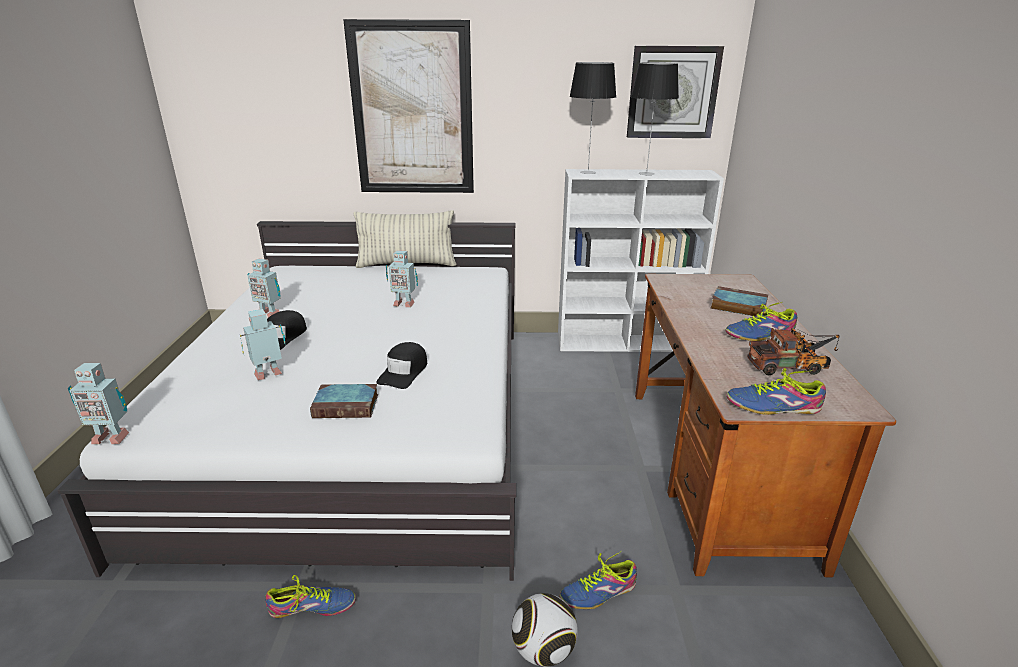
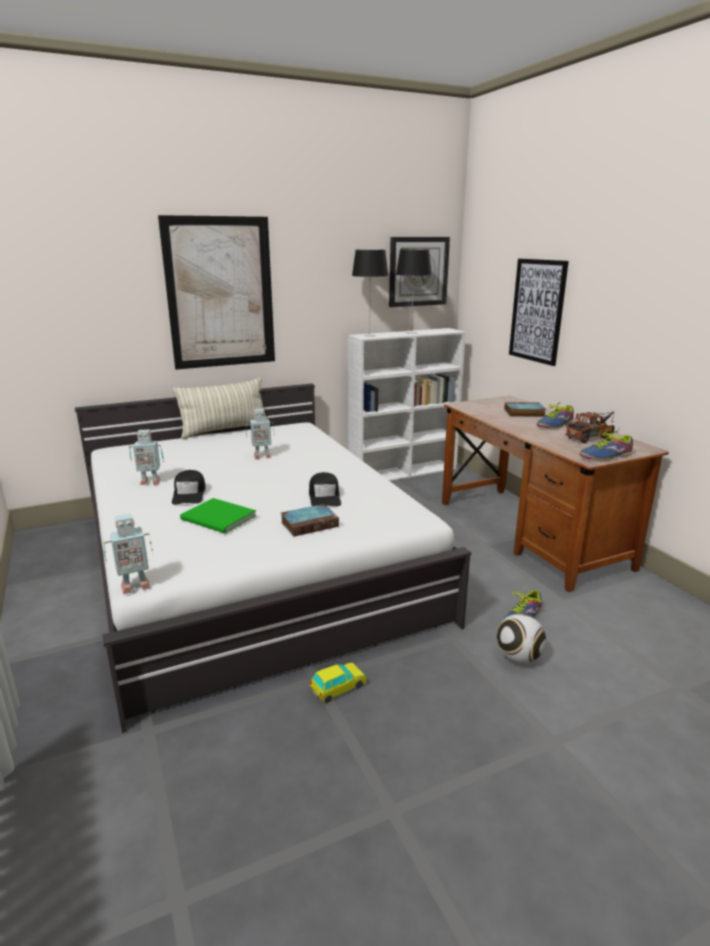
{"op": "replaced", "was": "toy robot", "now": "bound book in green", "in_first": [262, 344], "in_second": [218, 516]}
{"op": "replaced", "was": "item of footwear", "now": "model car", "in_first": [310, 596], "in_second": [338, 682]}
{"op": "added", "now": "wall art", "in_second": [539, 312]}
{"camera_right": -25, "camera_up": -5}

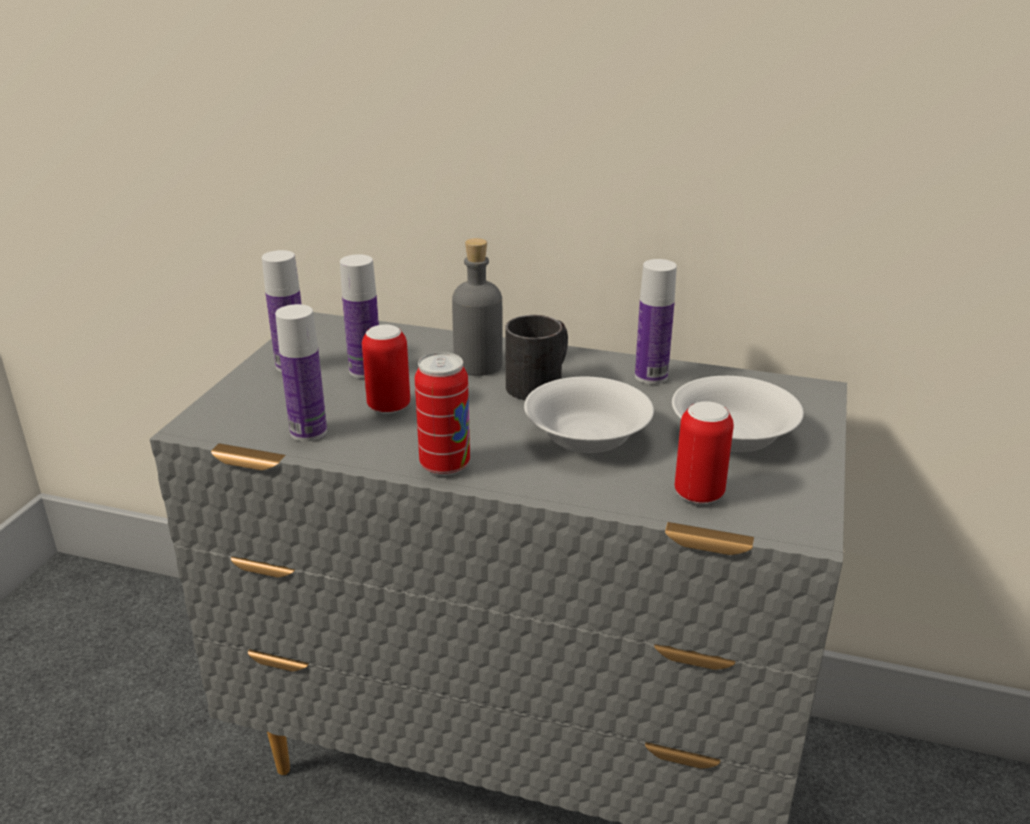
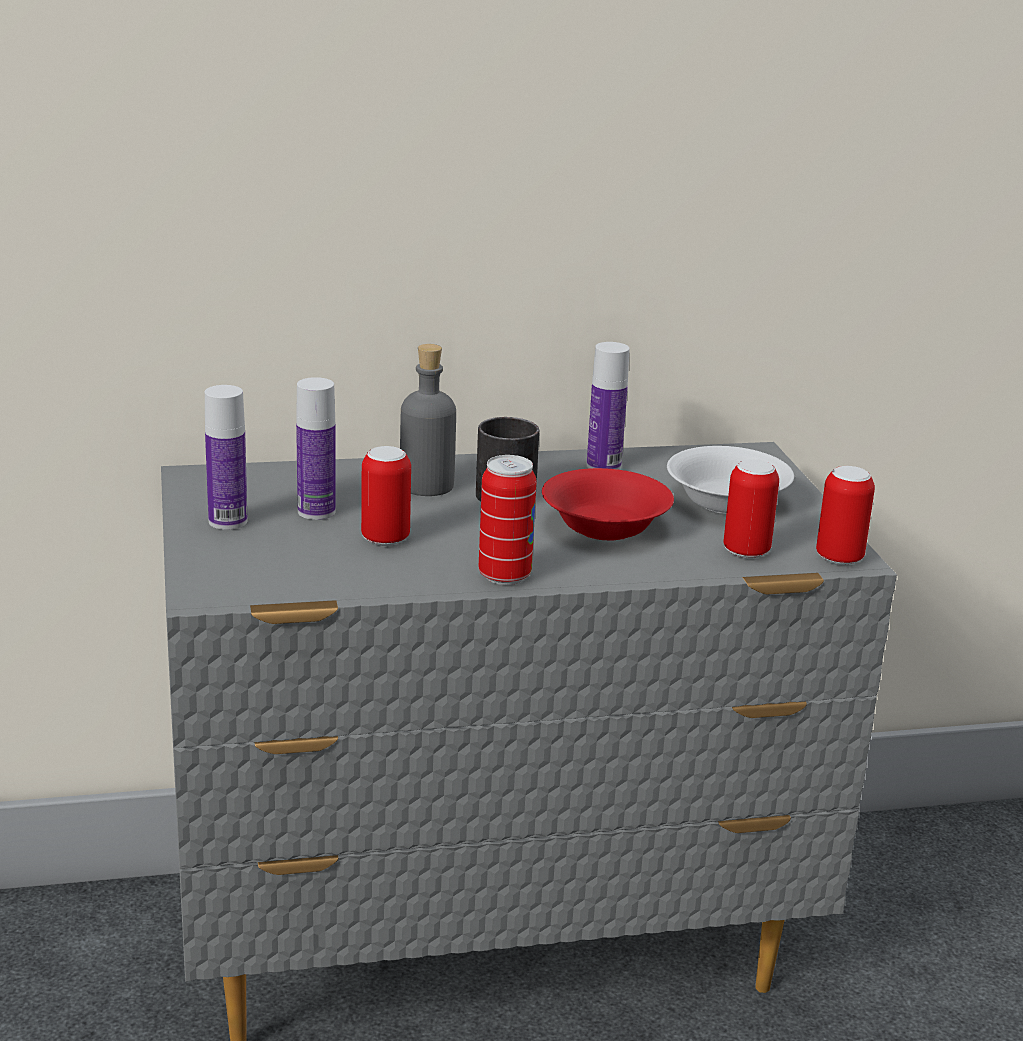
{"op": "removed", "was": "drink bottle", "in_first": [301, 373]}
{"op": "recoloured", "was": "bowl in white-coloured", "now": "bowl in red", "in_first": [589, 415], "in_second": [608, 504]}
{"op": "added", "now": "metal can", "in_second": [845, 515]}
{"camera_right": -30, "camera_up": -5}

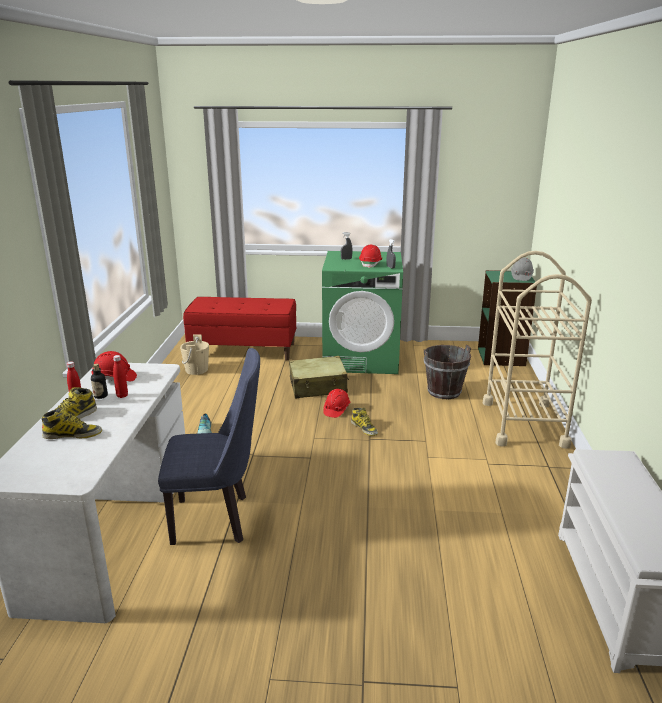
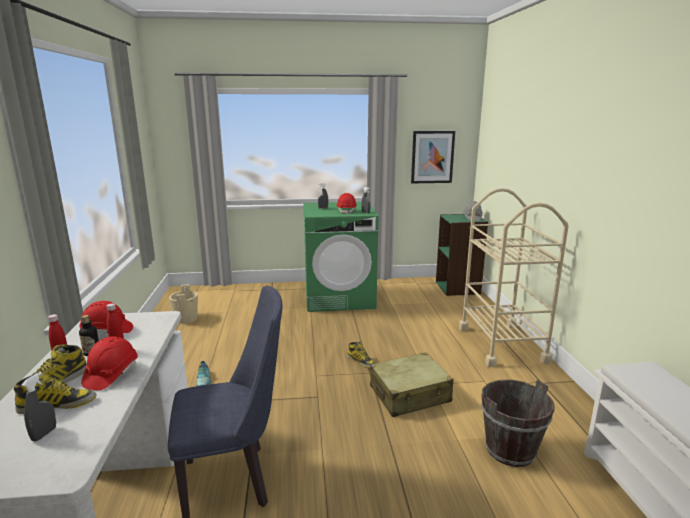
{"op": "removed", "was": "long seat in red", "in_first": [239, 328]}
{"op": "moved", "was": "suitcase in beige", "in_first": [319, 377], "in_second": [411, 384]}
{"op": "moved", "was": "safety helmet in red", "in_first": [336, 403], "in_second": [109, 363]}
{"op": "moved", "was": "water bucket in brown", "in_first": [447, 372], "in_second": [518, 423]}
{"op": "added", "now": "sprayer in greyish", "in_second": [39, 407]}
{"op": "added", "now": "wall art", "in_second": [433, 157]}
{"camera_right": -10, "camera_up": -5}

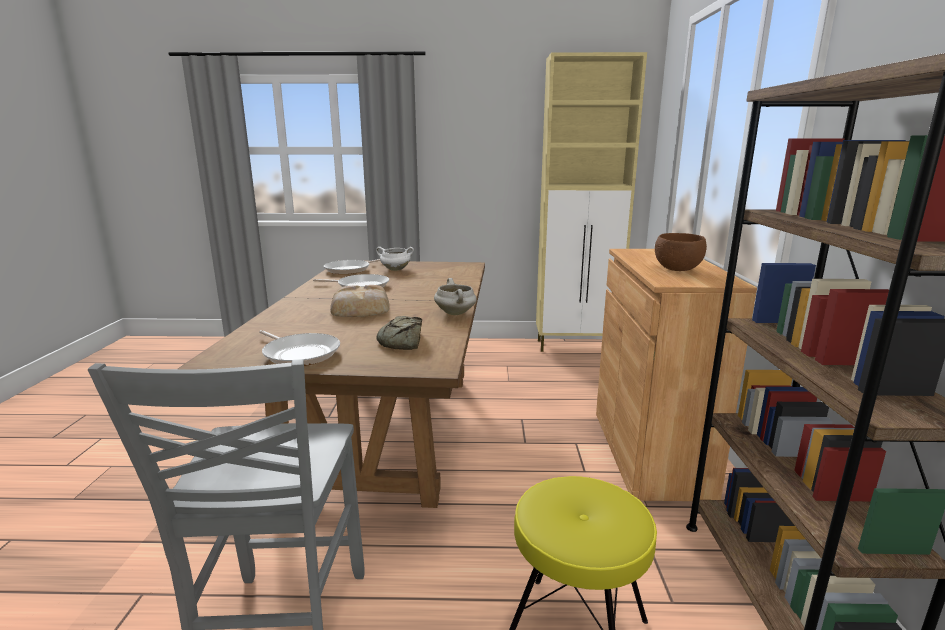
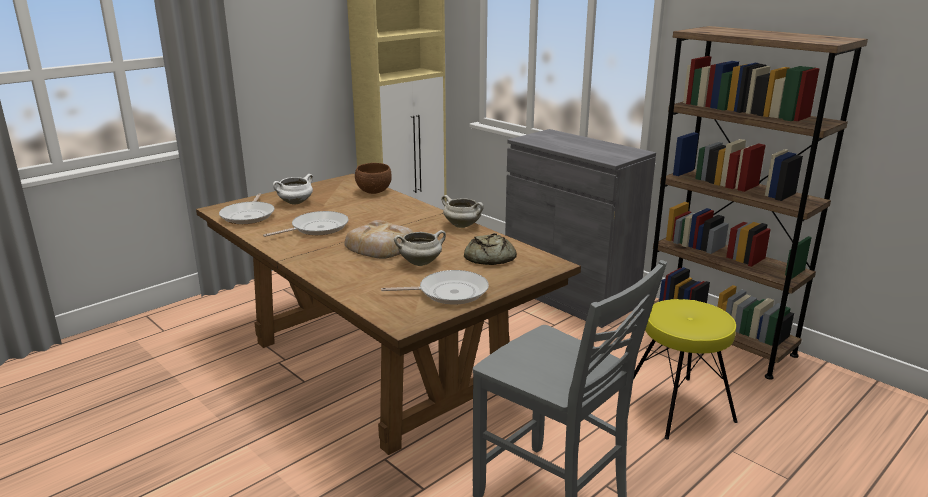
{"op": "recoloured", "was": "storage cabinet in brown", "now": "storage cabinet in greyish", "in_first": [676, 375], "in_second": [580, 228]}
{"op": "moved", "was": "bowl in brown", "in_first": [681, 252], "in_second": [373, 178]}
{"op": "added", "now": "saucepot in white-coloured", "in_second": [420, 248]}
{"camera_right": -45, "camera_up": 5}

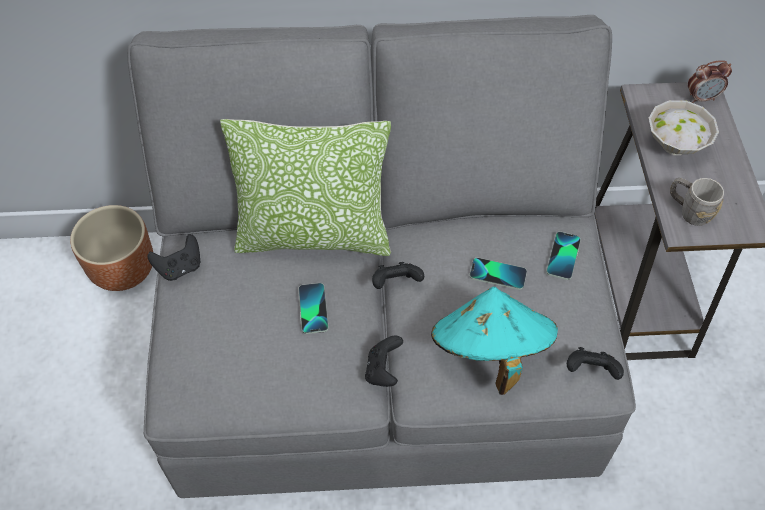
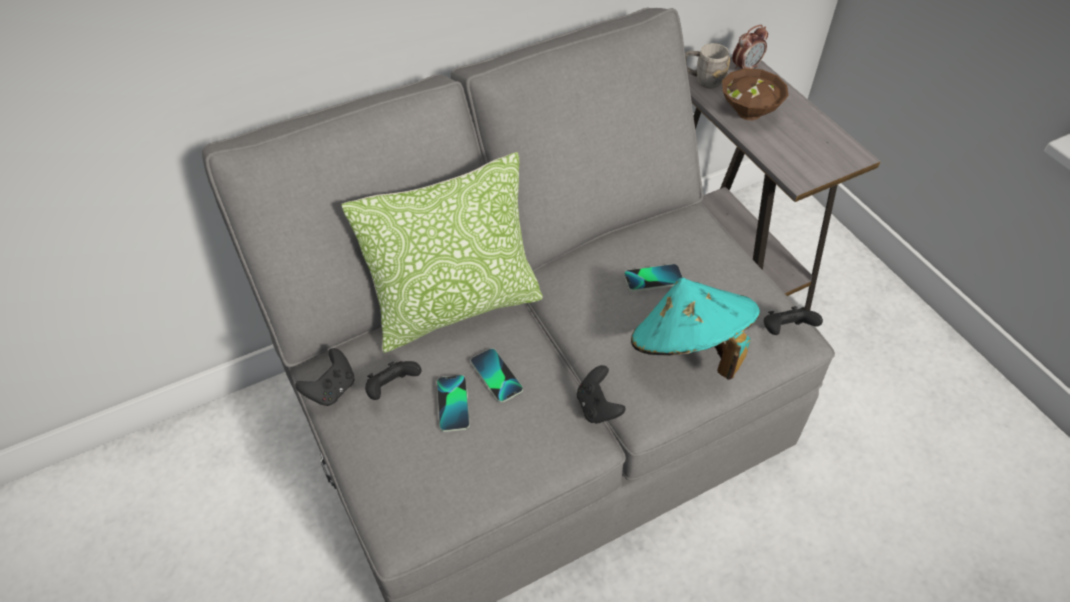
{"op": "removed", "was": "flower pot in brown", "in_first": [111, 248]}
{"op": "moved", "was": "joypad in black-coloured", "in_first": [398, 275], "in_second": [393, 380]}
{"op": "moved", "was": "telephone", "in_first": [563, 256], "in_second": [453, 403]}
{"op": "recoloured", "was": "bowl in white-coloured", "now": "bowl in brown", "in_first": [684, 127], "in_second": [755, 94]}
{"op": "moved", "was": "mug in greyish", "in_first": [697, 202], "in_second": [707, 65]}
{"camera_right": -25, "camera_up": -5}

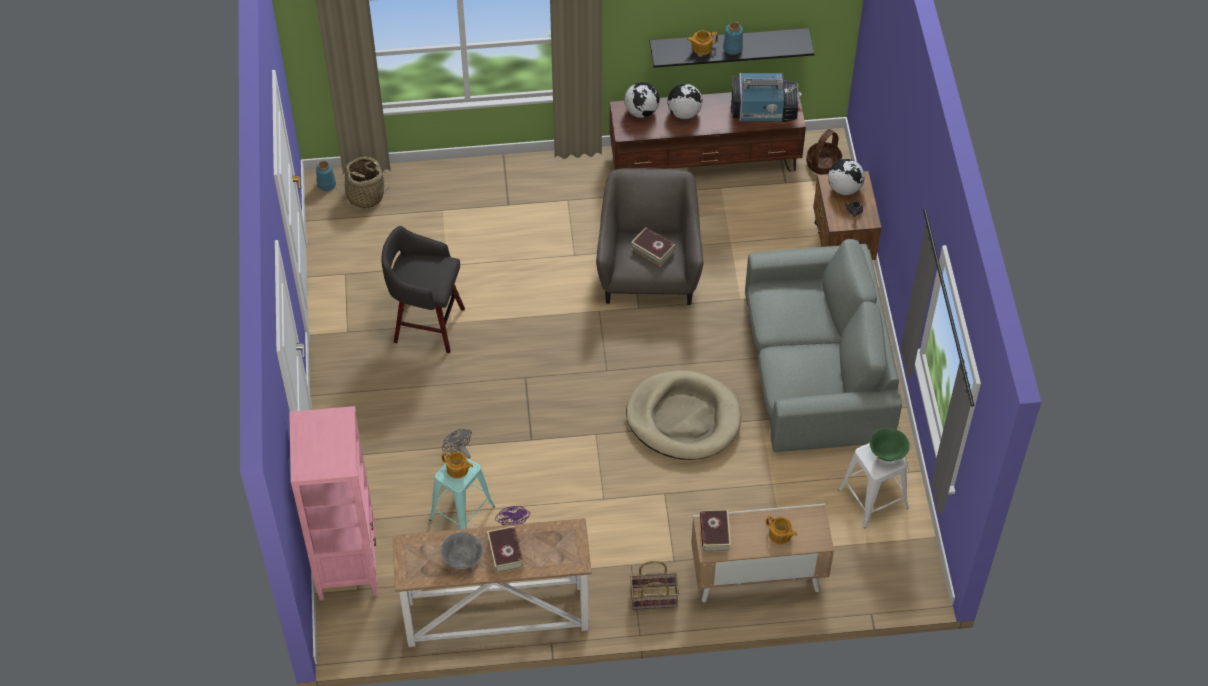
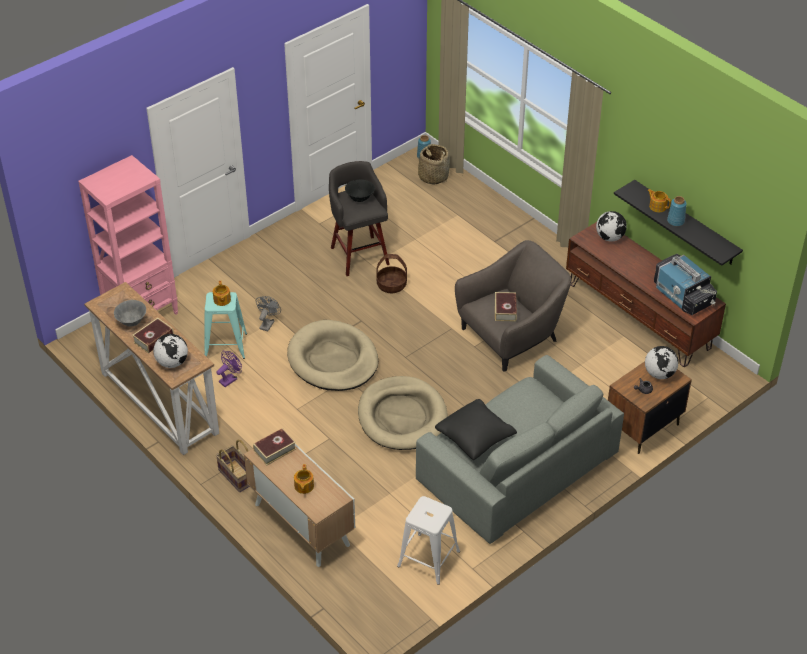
{"op": "moved", "was": "world globe", "in_first": [685, 101], "in_second": [170, 351]}
{"op": "moved", "was": "basket", "in_first": [824, 152], "in_second": [392, 273]}
{"op": "removed", "was": "bowl in green", "in_first": [890, 445]}
{"op": "added", "now": "pet bed in beige", "in_second": [332, 355]}
{"op": "added", "now": "bowl in black-coloured", "in_second": [360, 190]}
{"op": "added", "now": "cushion in black-coloured", "in_second": [476, 429]}
{"camera_right": 55, "camera_up": -10}

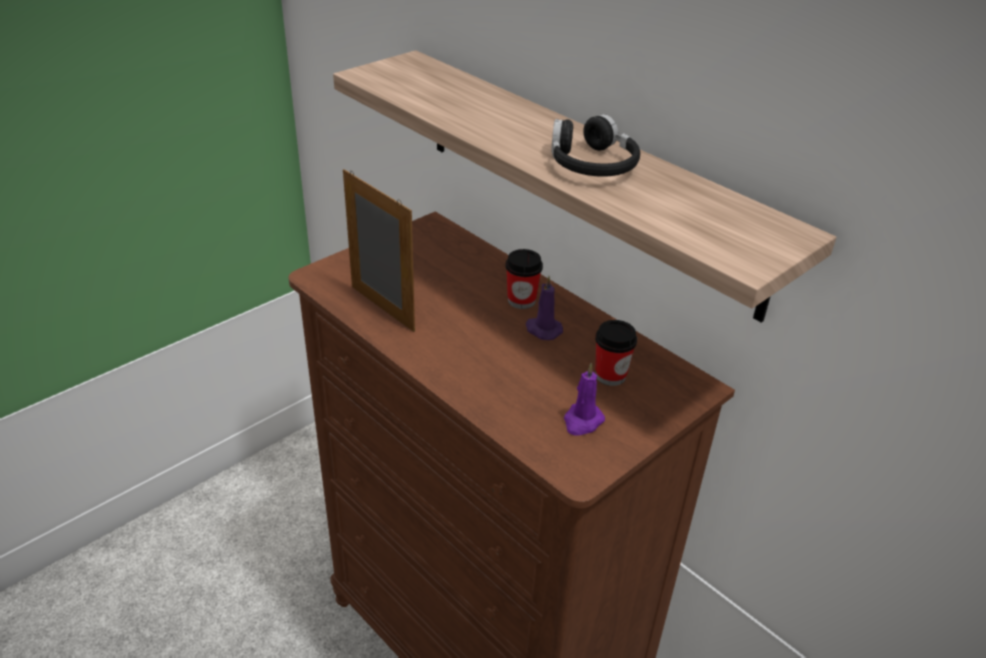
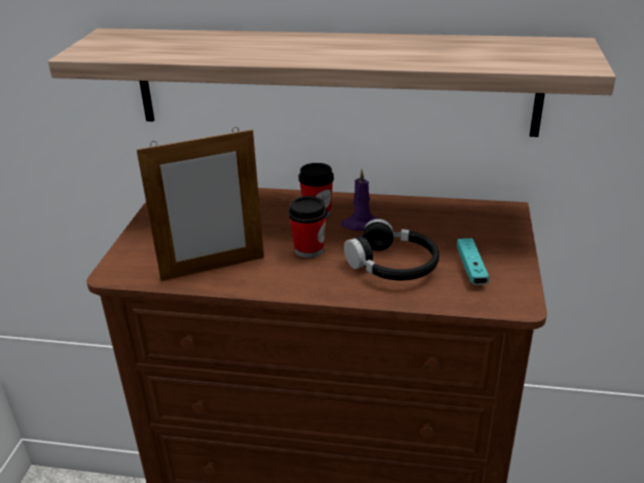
{"op": "turned", "was": "photo frame", "in_first": [379, 250], "in_second": [200, 204], "clockwise": 150}
{"op": "moved", "was": "headphones in black-coloured", "in_first": [595, 145], "in_second": [391, 249]}
{"op": "replaced", "was": "wax candle in purple", "now": "joypad in turquoise-coloured", "in_first": [584, 399], "in_second": [473, 261]}
{"op": "moved", "was": "cup", "in_first": [616, 353], "in_second": [307, 227]}
{"camera_right": -35, "camera_up": -5}

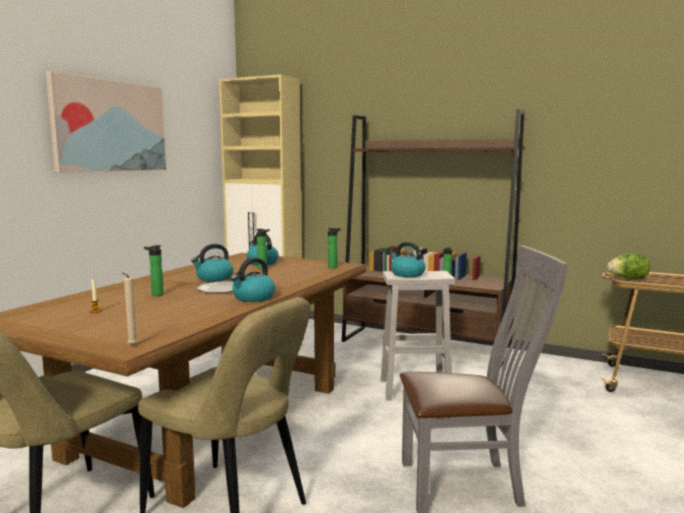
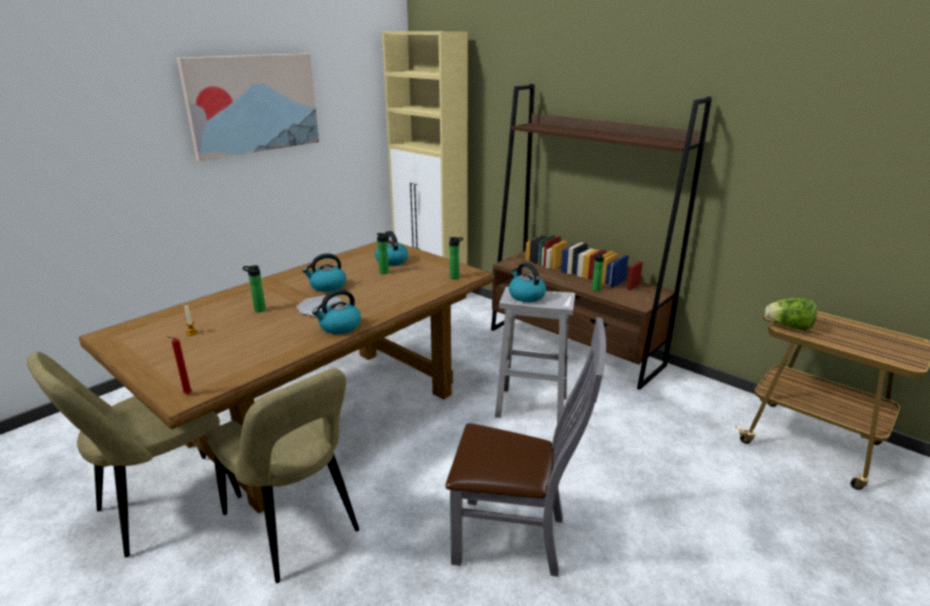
{"op": "recoloured", "was": "wax candle in beige", "now": "wax candle in red", "in_first": [129, 309], "in_second": [179, 365]}
{"camera_right": 15, "camera_up": 15}

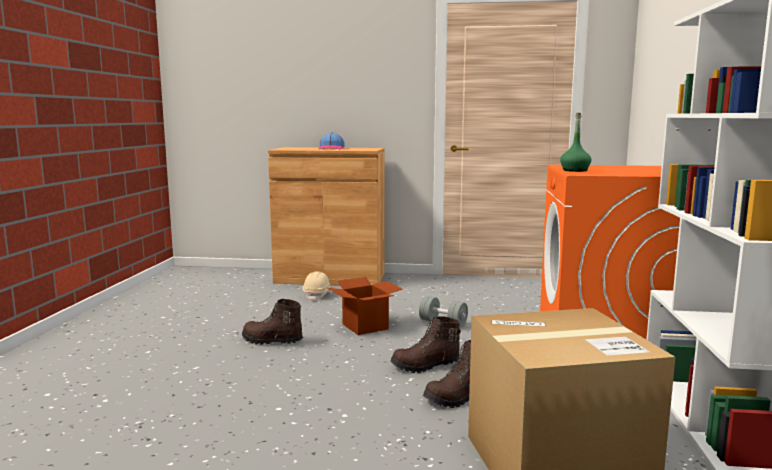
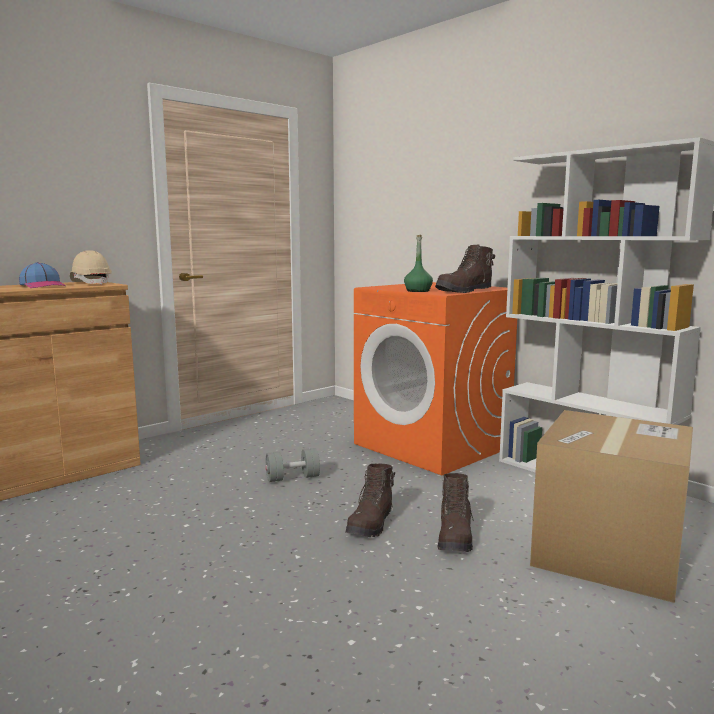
{"op": "moved", "was": "tall boot in brown", "in_first": [272, 322], "in_second": [465, 268]}
{"op": "moved", "was": "safety helmet in beige", "in_first": [317, 286], "in_second": [91, 267]}
{"op": "removed", "was": "packing box", "in_first": [365, 306]}
{"camera_right": -50, "camera_up": 0}

